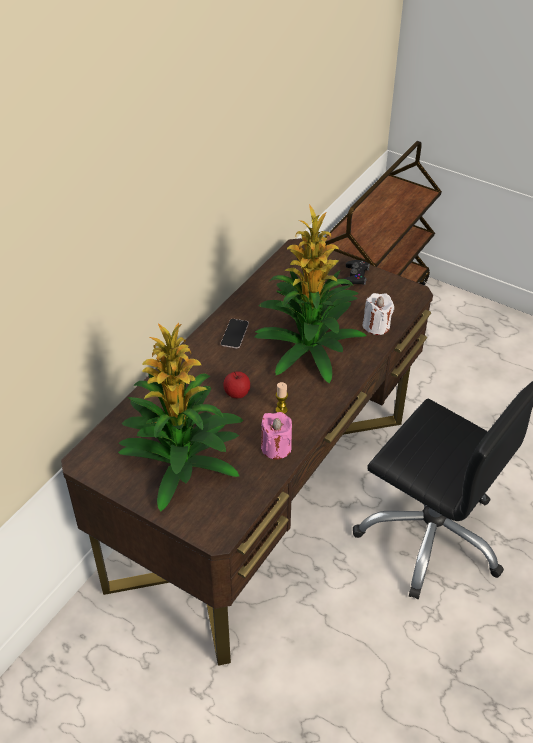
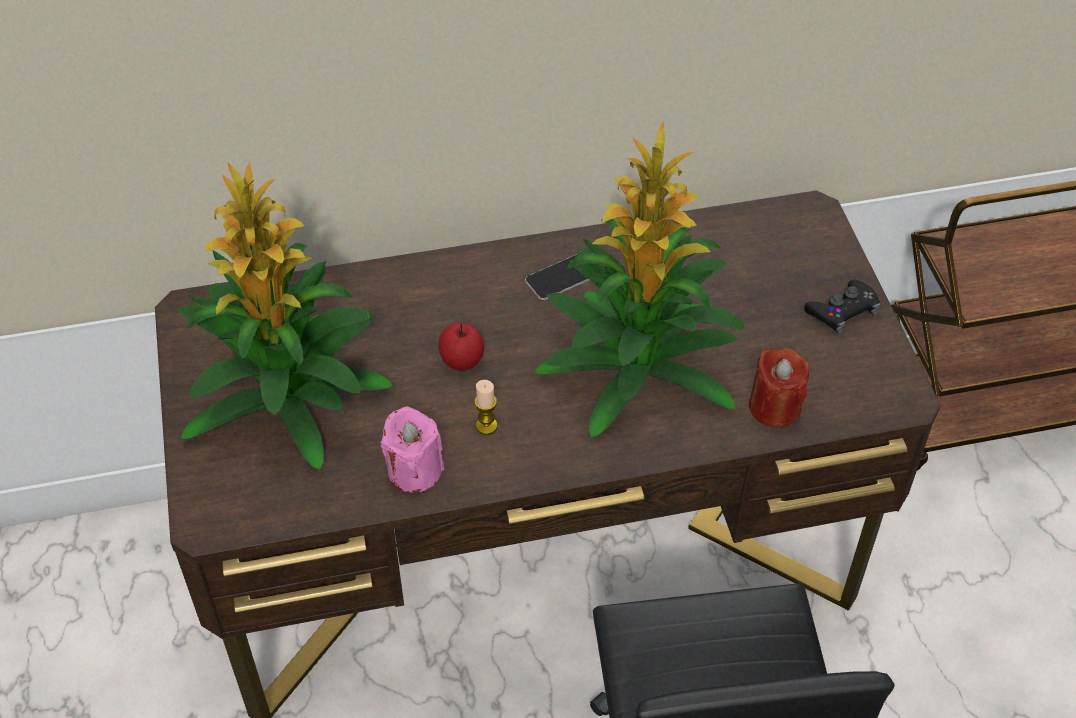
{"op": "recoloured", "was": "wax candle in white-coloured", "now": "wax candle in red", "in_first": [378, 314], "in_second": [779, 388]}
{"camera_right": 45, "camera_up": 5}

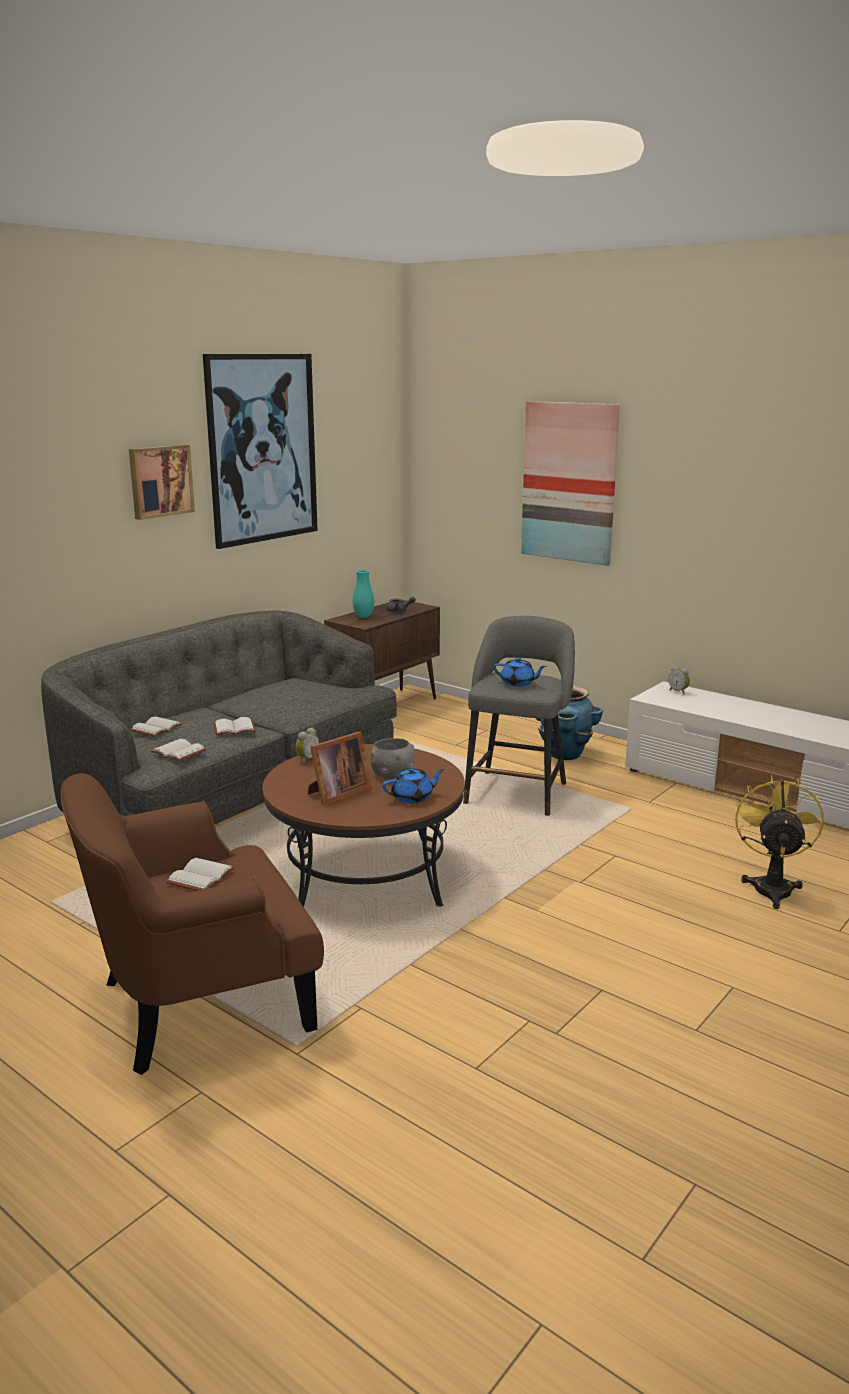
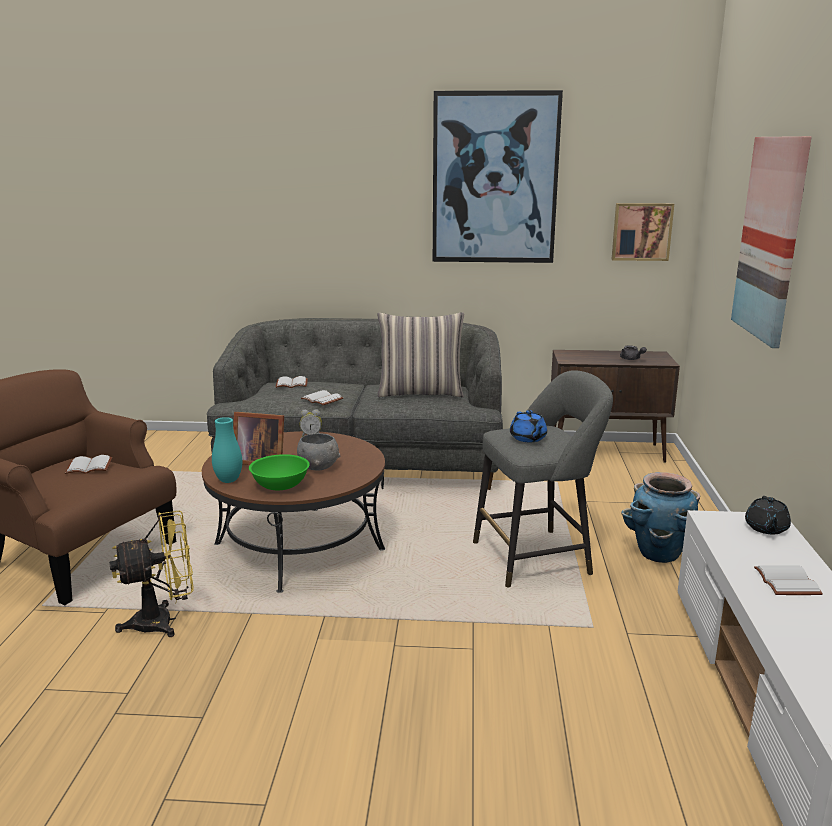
{"op": "moved", "was": "wall art", "in_first": [162, 482], "in_second": [643, 232]}
{"op": "moved", "was": "bound book in white-coloured", "in_first": [179, 750], "in_second": [788, 580]}
{"op": "moved", "was": "decorative vase in turquoise-coloured", "in_first": [363, 594], "in_second": [227, 450]}
{"op": "replaced", "was": "pot for tea in blue-coloured", "now": "bowl in green", "in_first": [413, 785], "in_second": [279, 472]}
{"op": "replaced", "was": "table clock", "now": "pot for tea in black-coloured", "in_first": [679, 679], "in_second": [768, 515]}
{"op": "moved", "was": "electric fan in yellow", "in_first": [779, 842], "in_second": [151, 573]}
{"op": "added", "now": "cushion", "in_second": [420, 354]}
{"camera_right": 55, "camera_up": 0}

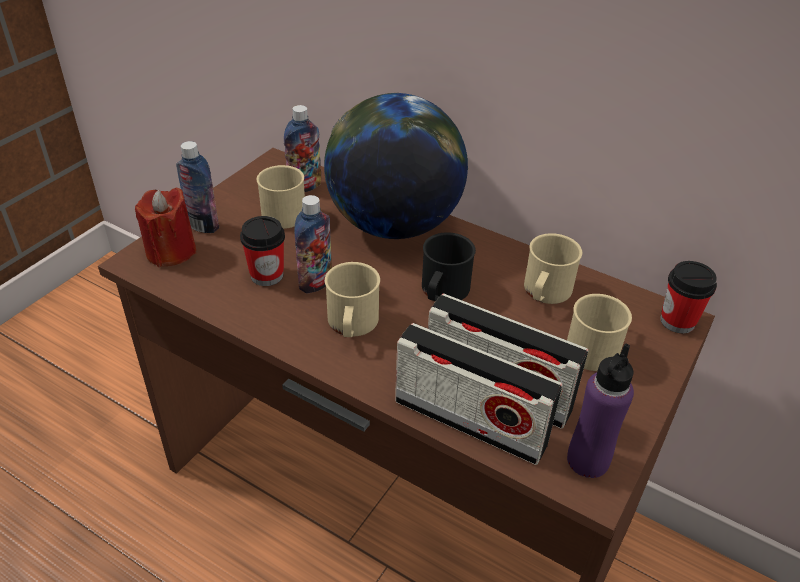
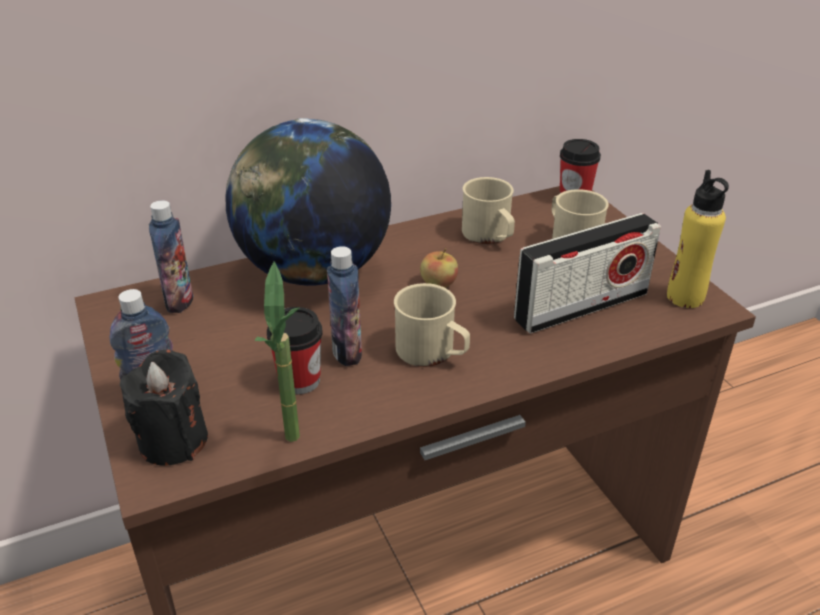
{"op": "recoloured", "was": "wax candle in red", "now": "wax candle in black-coloured", "in_first": [165, 227], "in_second": [164, 408]}
{"op": "removed", "was": "mug in beige", "in_first": [280, 197]}
{"op": "removed", "was": "radio set", "in_first": [479, 394]}
{"op": "replaced", "was": "mug in black-coloured", "now": "apple", "in_first": [449, 266], "in_second": [439, 268]}
{"op": "recoloured", "was": "drink bottle in purple", "now": "drink bottle in yellow", "in_first": [600, 411], "in_second": [698, 239]}
{"op": "added", "now": "plant in a pot", "in_second": [277, 351]}
{"camera_right": -55, "camera_up": -5}

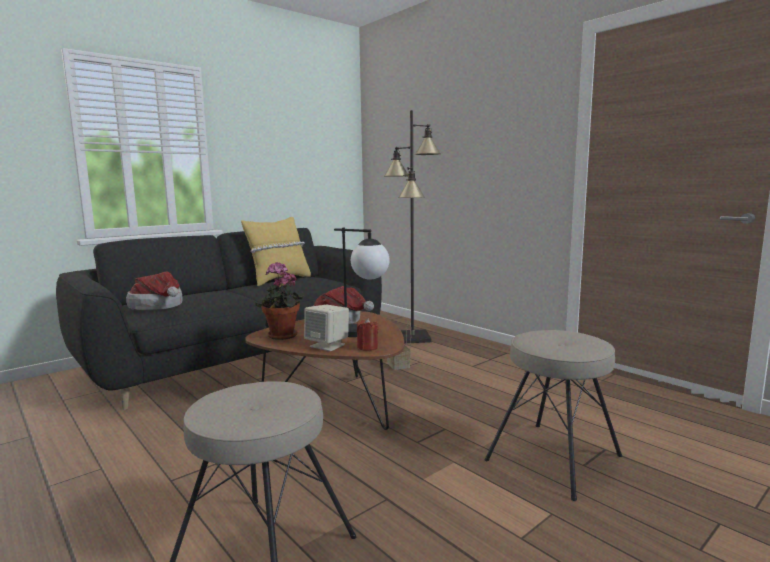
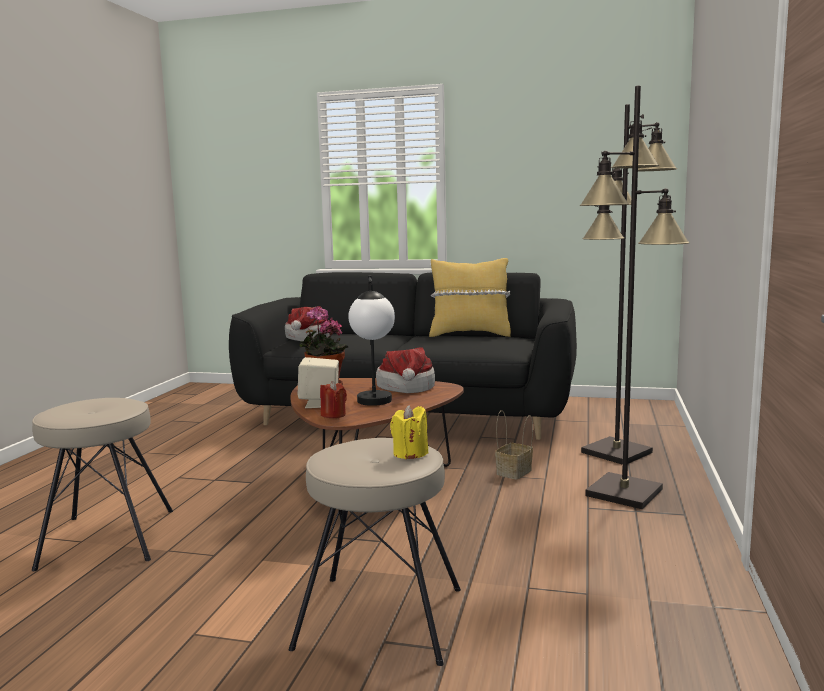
{"op": "added", "now": "wax candle in yellow", "in_second": [409, 432]}
{"op": "added", "now": "standard lamp in black-coloured", "in_second": [634, 297]}
{"camera_right": 55, "camera_up": 0}

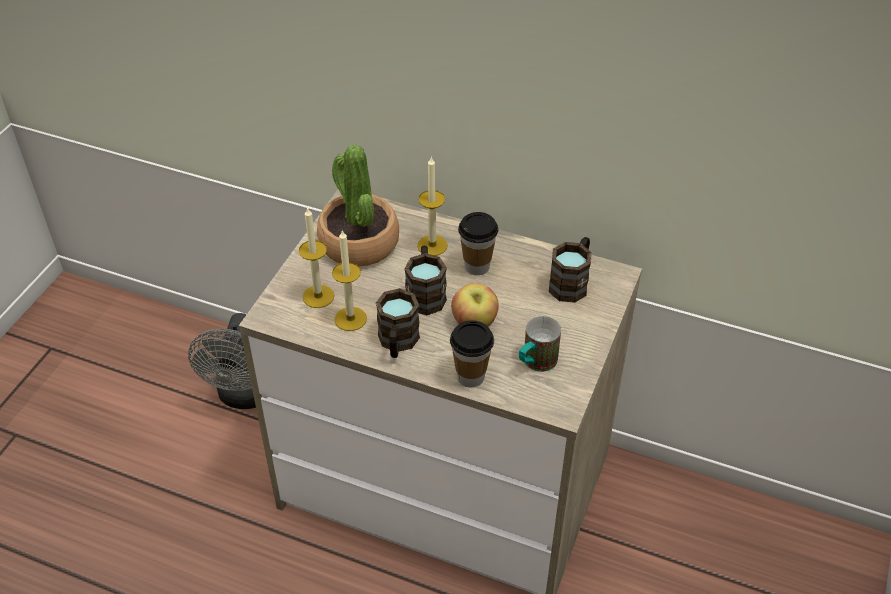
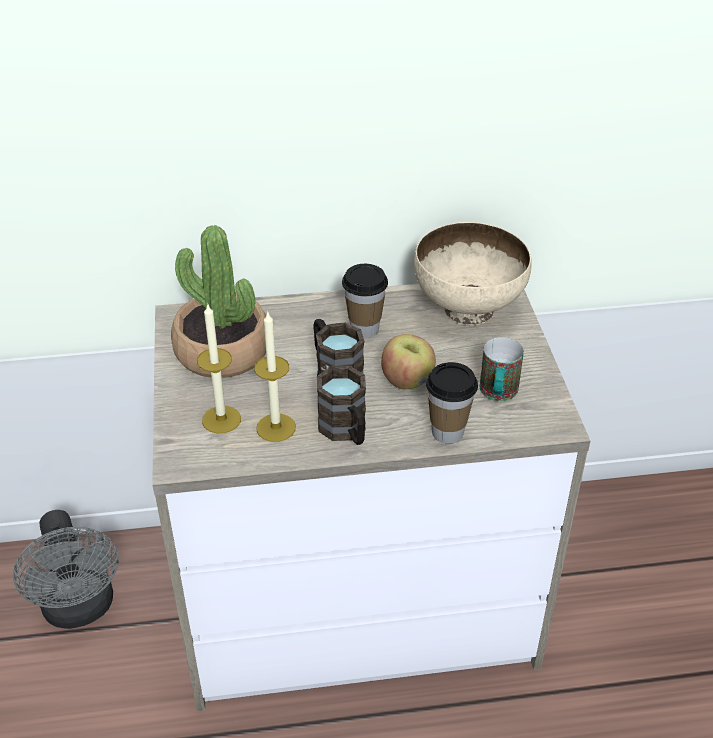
{"op": "removed", "was": "wax candle", "in_first": [432, 206]}
{"op": "replaced", "was": "mug in brown", "now": "bowl in beige", "in_first": [570, 270], "in_second": [473, 273]}
{"camera_right": -30, "camera_up": -5}

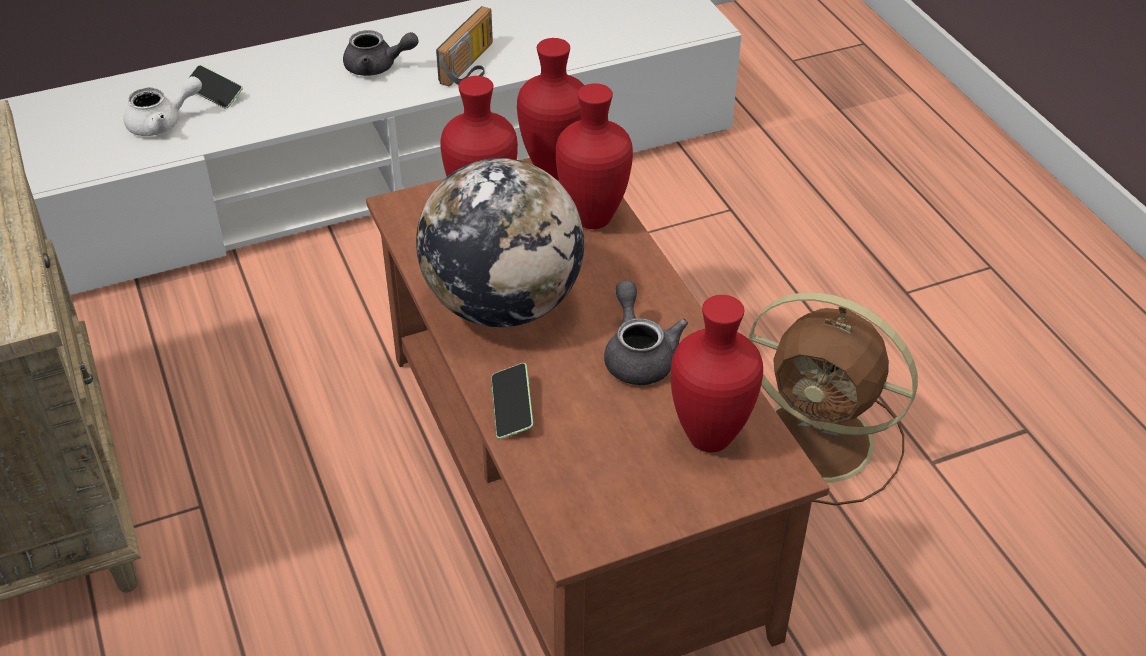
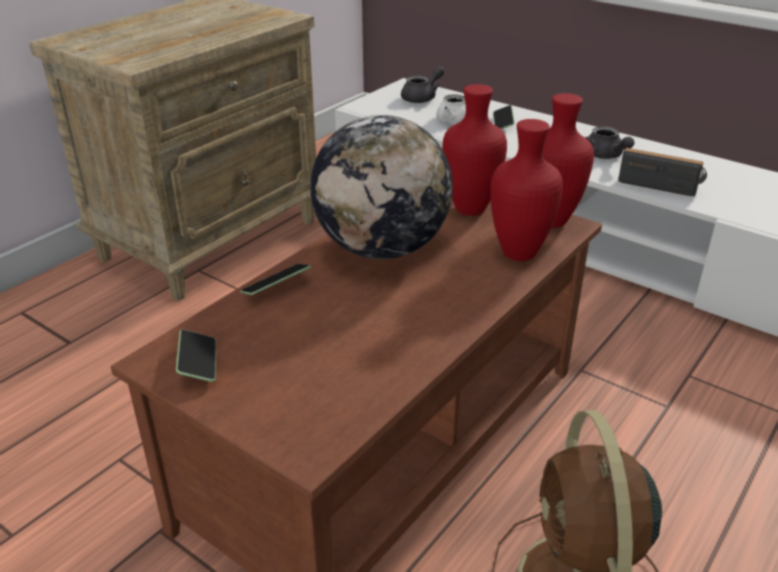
{"op": "turned", "was": "radio set", "in_first": [464, 46], "in_second": [662, 172], "clockwise": -150}
{"op": "moved", "was": "pot for tea in greyish", "in_first": [646, 332], "in_second": [422, 84]}
{"op": "removed", "was": "decorative vase in red", "in_first": [717, 373]}
{"op": "added", "now": "telephone", "in_second": [196, 356]}
{"camera_right": 60, "camera_up": -10}

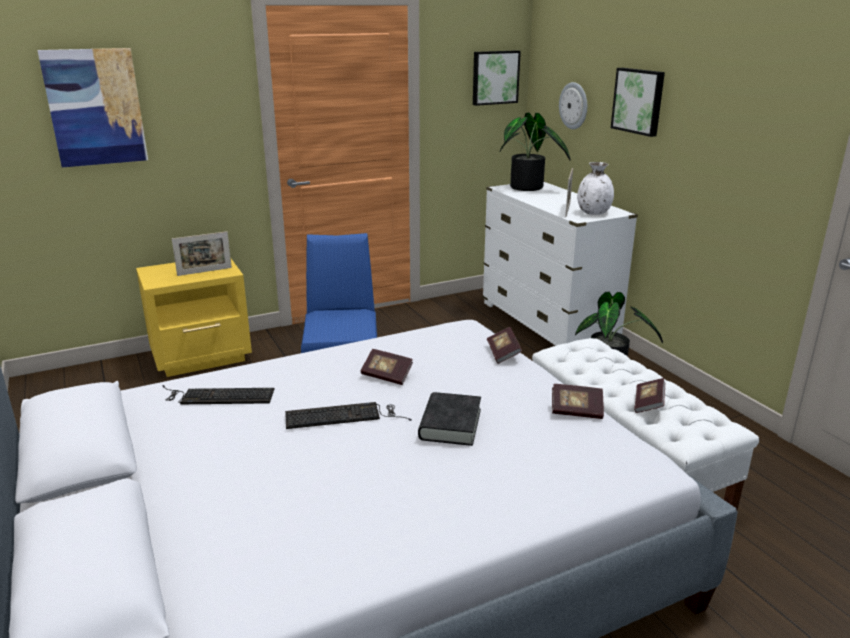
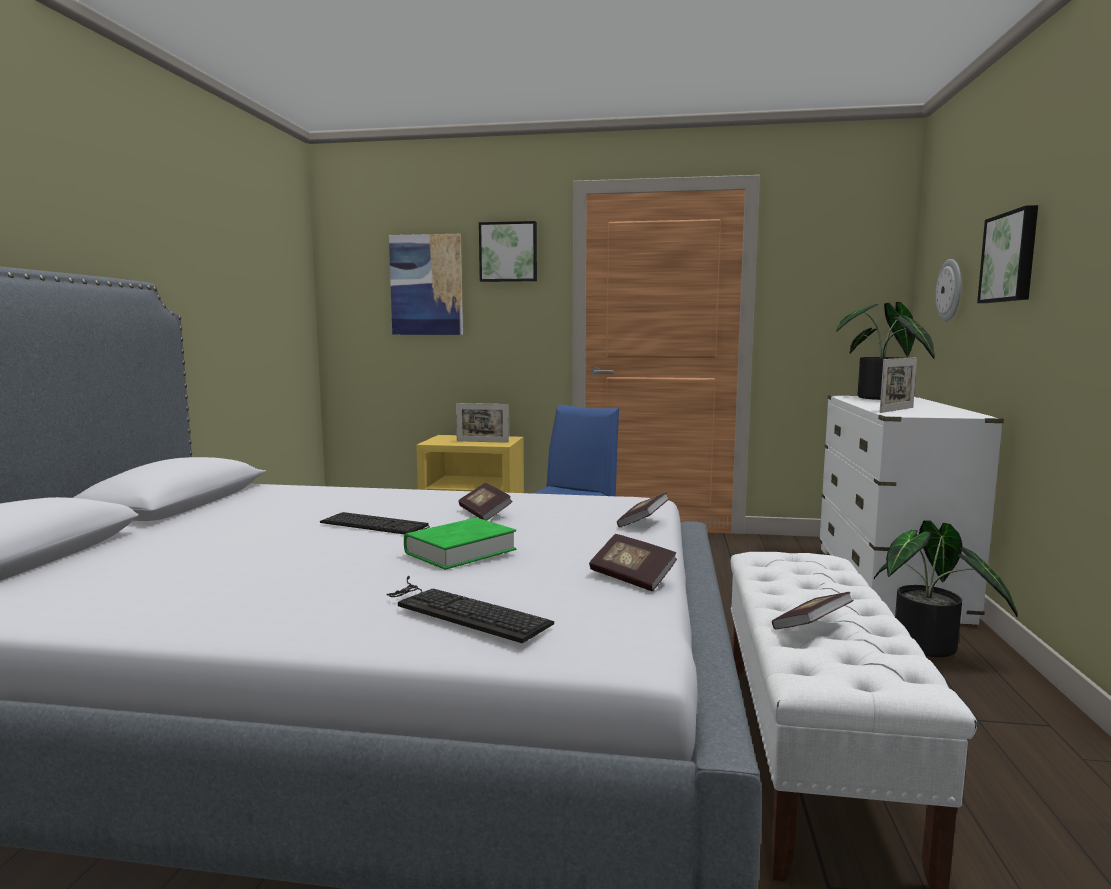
{"op": "moved", "was": "keyboard", "in_first": [218, 394], "in_second": [470, 610]}
{"op": "recoloured", "was": "bound book in black-coloured", "now": "bound book in green", "in_first": [449, 419], "in_second": [460, 544]}
{"op": "moved", "was": "wall art", "in_first": [497, 78], "in_second": [508, 251]}
{"op": "removed", "was": "decorative vase in white-coloured", "in_first": [595, 188]}
{"camera_right": 35, "camera_up": -15}

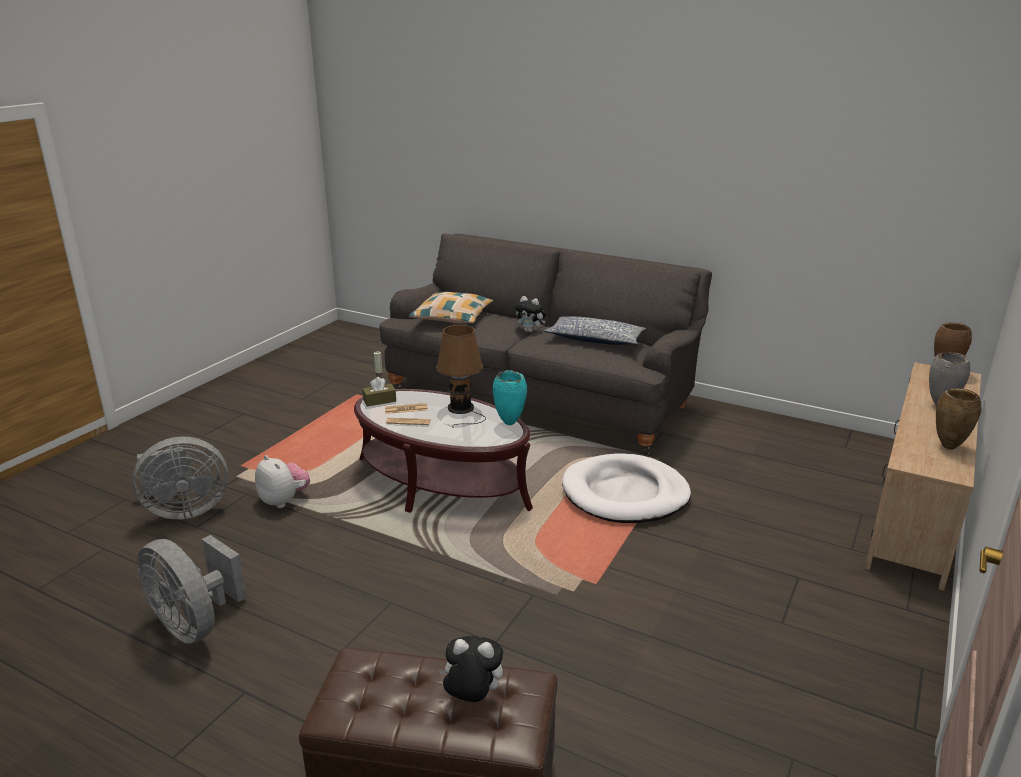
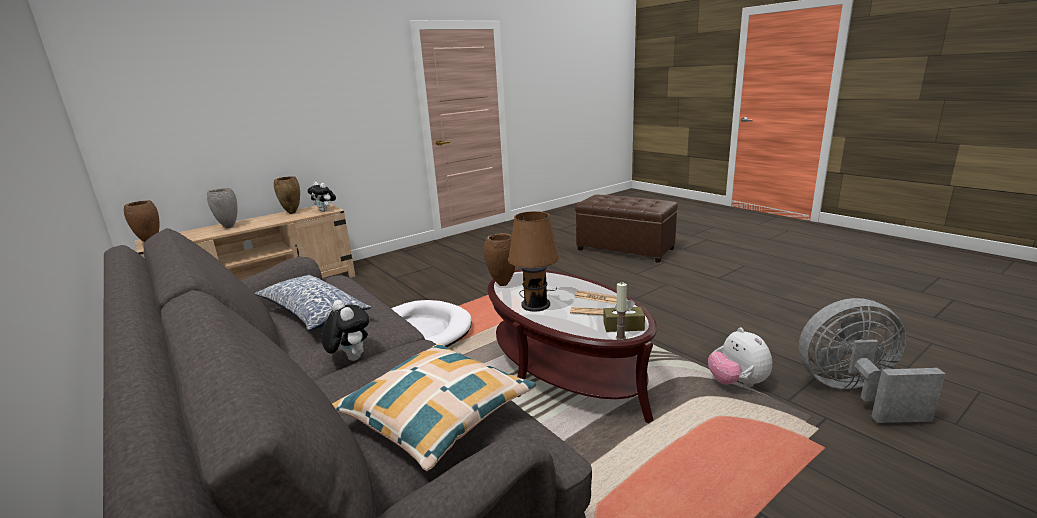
{"op": "removed", "was": "electric fan in greyish", "in_first": [192, 589]}
{"op": "moved", "was": "soft toy", "in_first": [470, 669], "in_second": [321, 197]}
{"op": "recoloured", "was": "decorative vase in turquoise-coloured", "now": "decorative vase in brown", "in_first": [510, 397], "in_second": [500, 259]}
{"camera_right": -155, "camera_up": -5}

